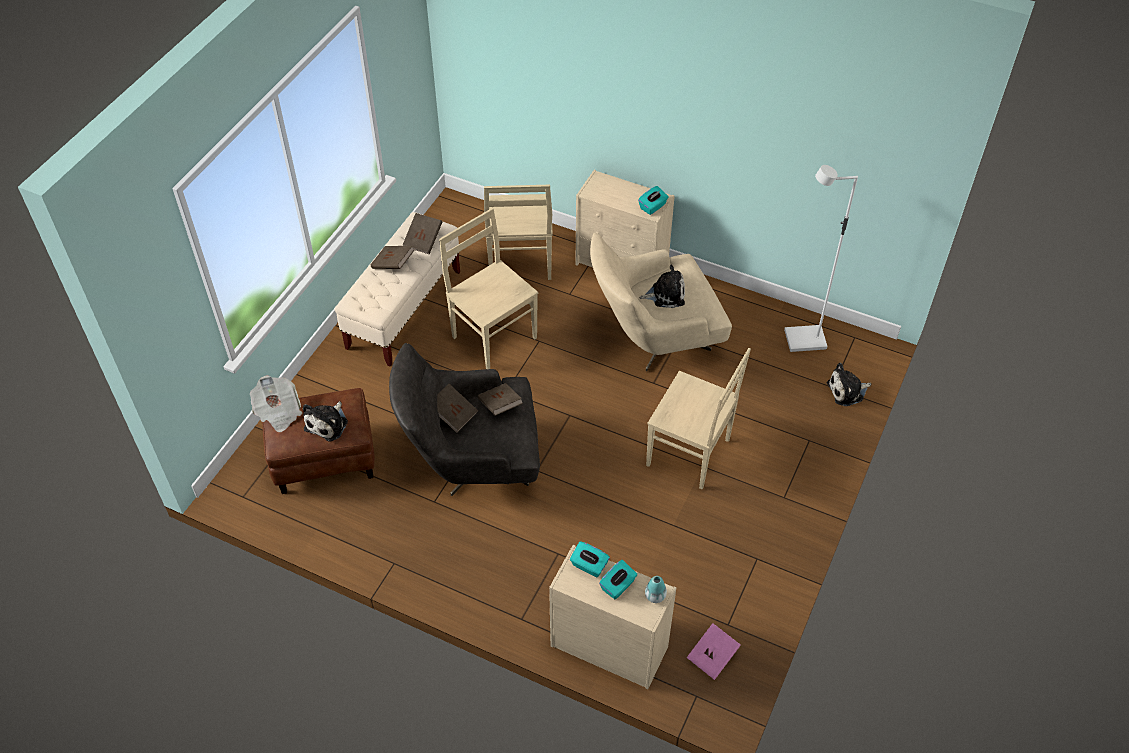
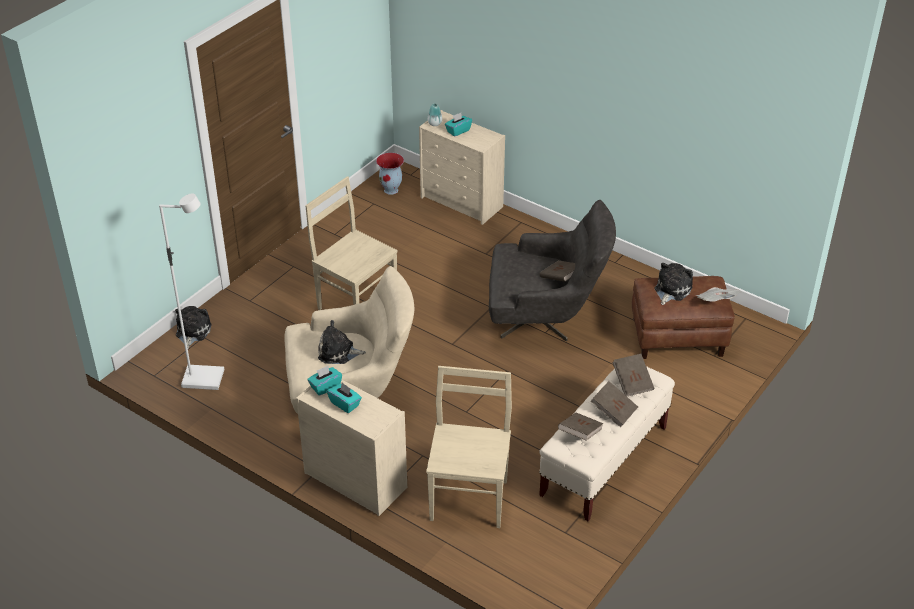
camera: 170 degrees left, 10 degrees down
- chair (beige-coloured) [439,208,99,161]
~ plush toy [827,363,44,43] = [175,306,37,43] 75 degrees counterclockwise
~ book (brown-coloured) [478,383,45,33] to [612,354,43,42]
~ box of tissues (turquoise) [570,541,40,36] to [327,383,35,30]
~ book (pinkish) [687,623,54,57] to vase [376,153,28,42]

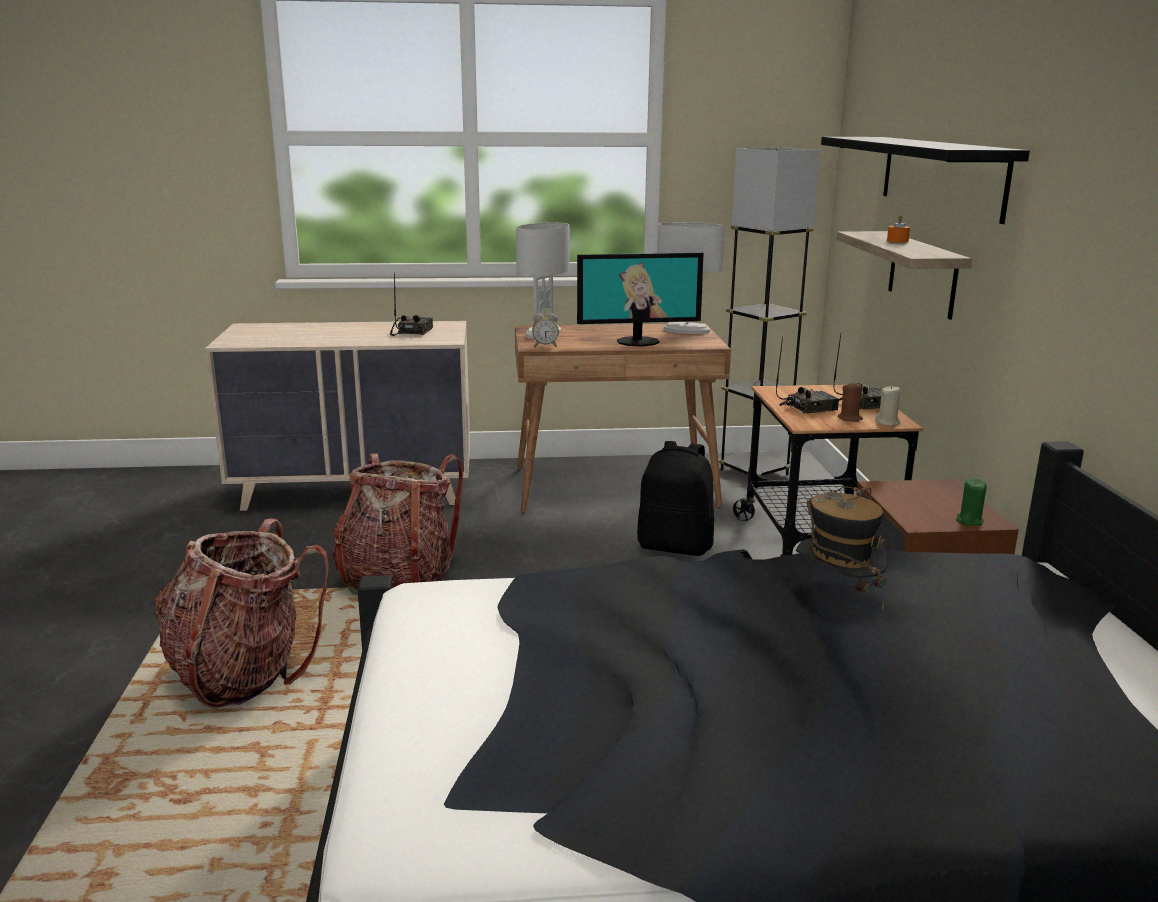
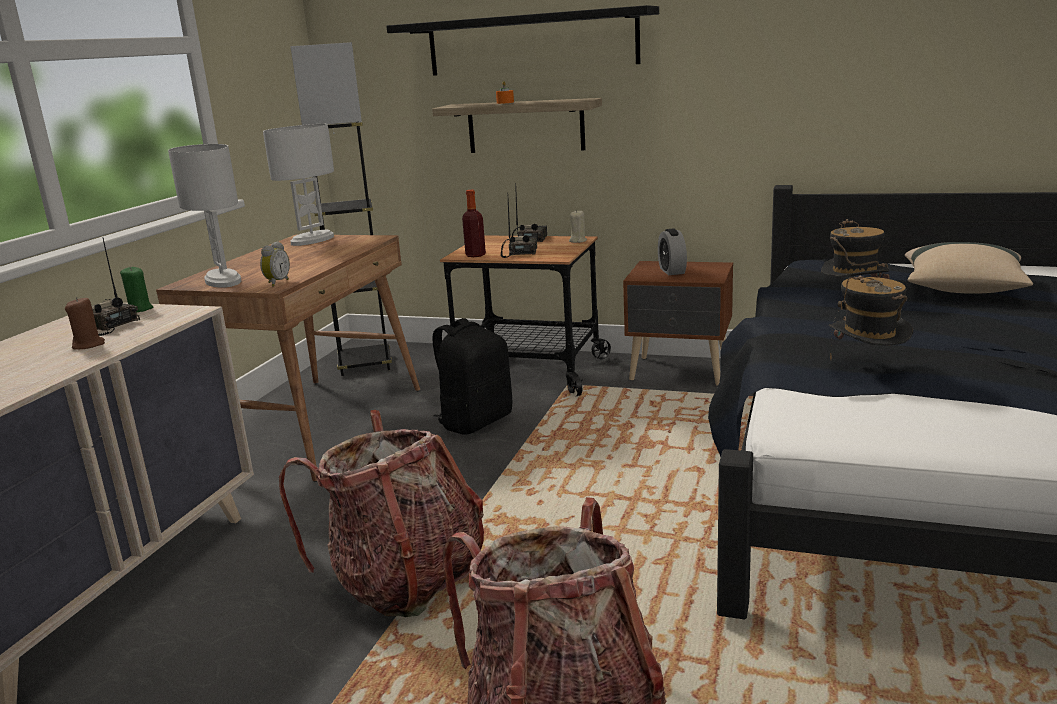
camera: 65 degrees left, 0 degrees up
- monitor [577,253,127,94]
~ wax candle (brown-coloured) [837,382,26,40] to [65,297,40,53]
~ wax candle (greenish) [956,478,31,48] to [120,266,34,47]
+ bottle [462,190,24,67]
+ alarm clock [658,228,29,47]
+ pillow (beige-coloured) [905,242,128,52]
+ hat [828,276,85,83]

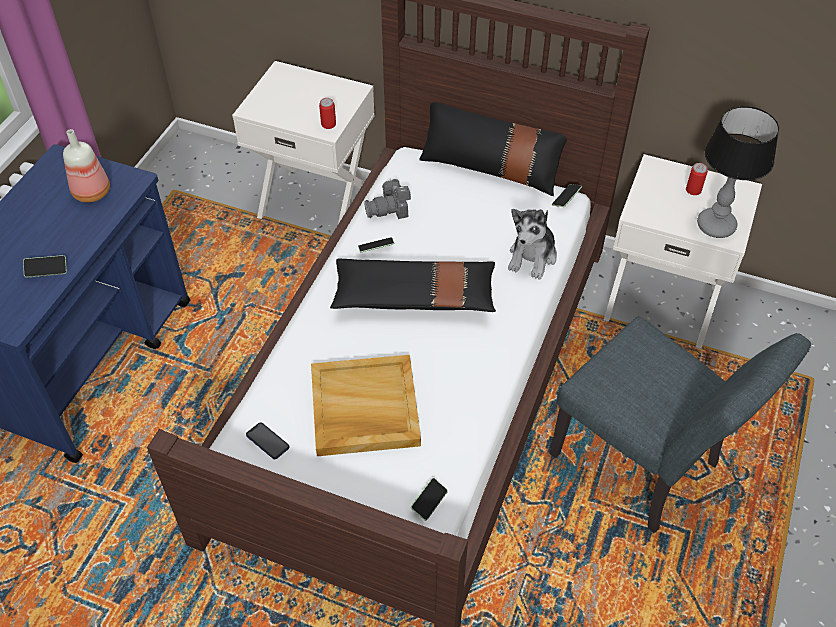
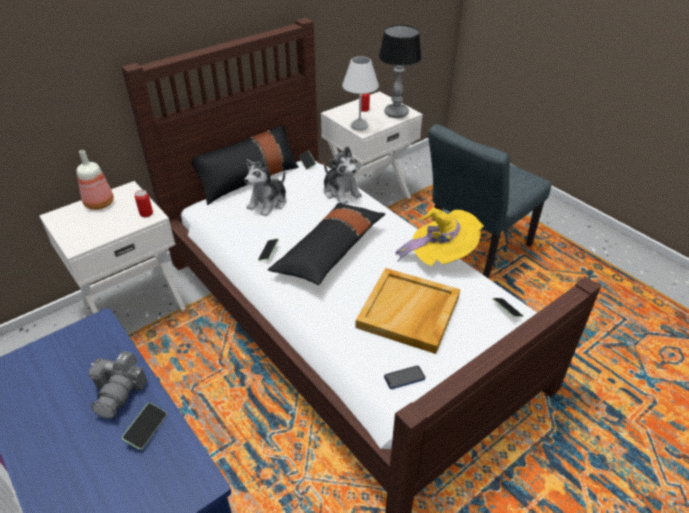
camera: 60 degrees left, 10 degrees down
~ bottle [63,129,47,74] to [77,150,37,60]
~ still camera [364,179,47,40] to [89,351,58,68]
~ chair (gray) [550,316,261,217] = [428,124,123,155] 150 degrees clockwise
+ table lamp (white-coloured) [342,56,37,75]
+ plush toy [245,158,41,58]
+ hat (yellowish) [395,208,89,58]

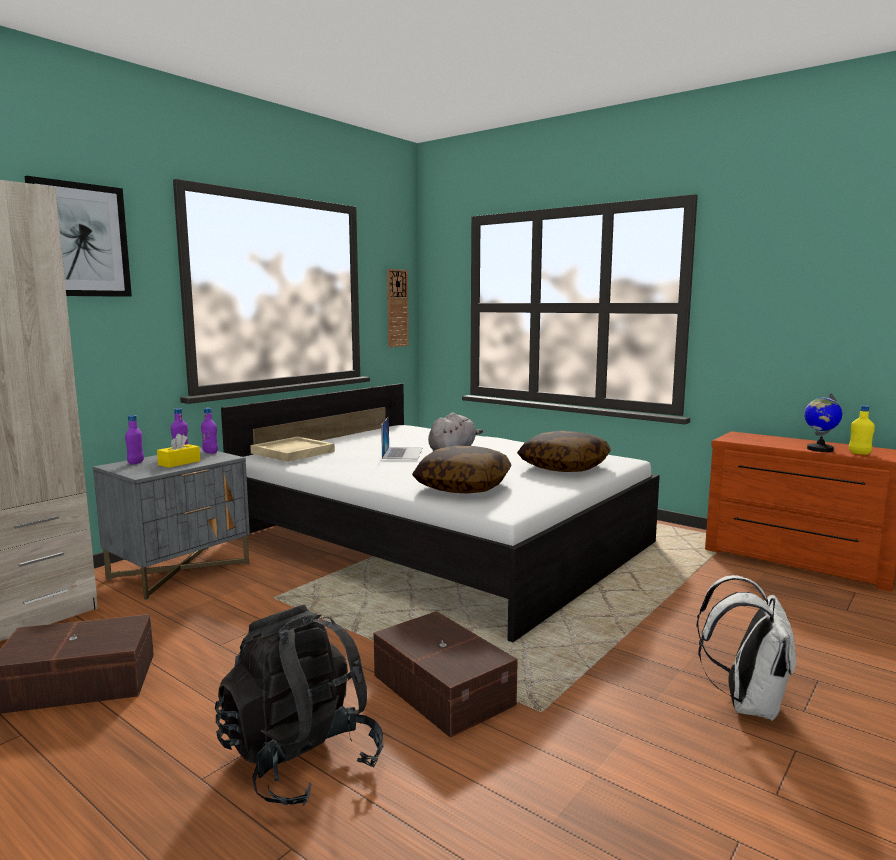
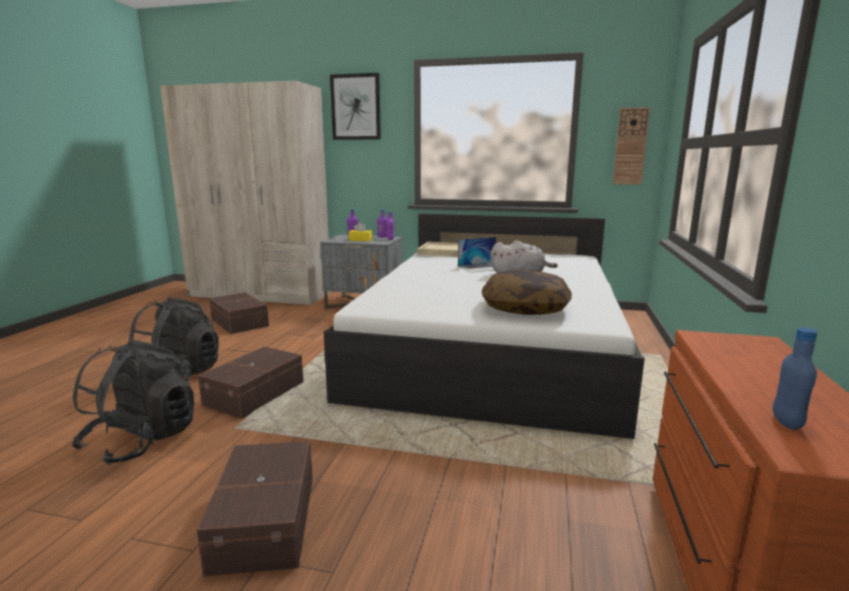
camera: 65 degrees right, 5 degrees up
- desk globe [804,393,38,59]
~ bottle (yellowish) [849,405,26,50] to bottle (blue-coloured) [773,327,44,103]
- pillow [412,446,100,47]
~ backpack (white-coloured) [696,575,100,146] to storage box (brown-coloured) [197,441,116,136]
+ backpack (blackish) [72,339,123,126]

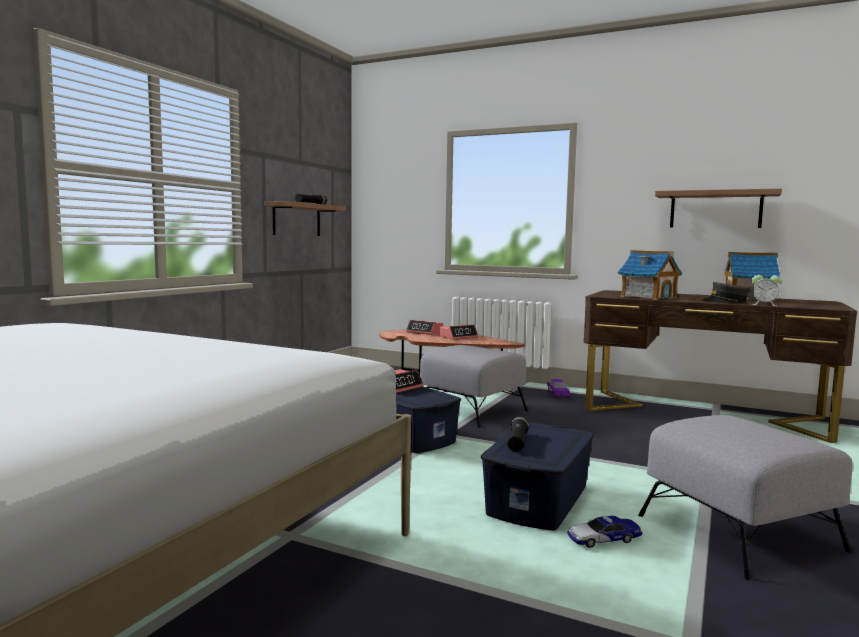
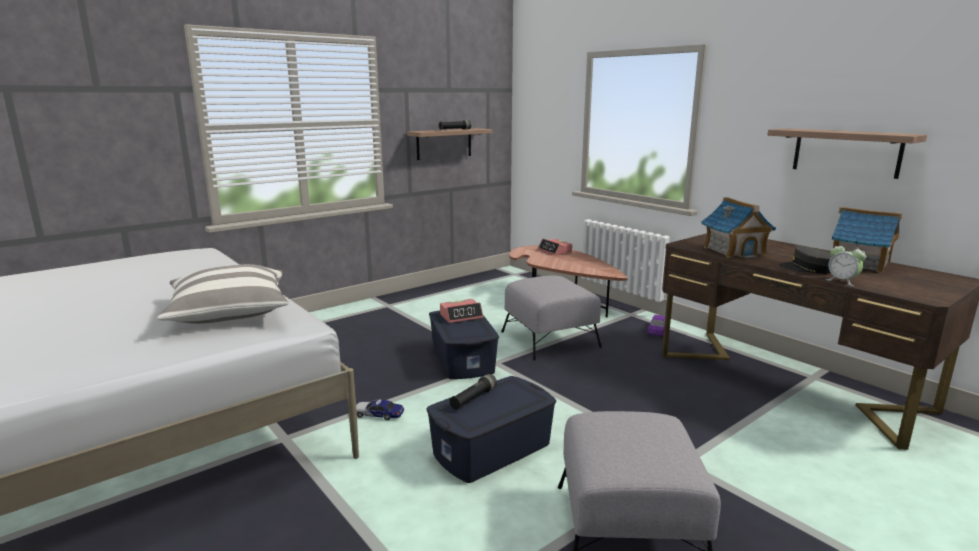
camera: 25 degrees right, 10 degrees up
- alarm clock [440,325,38,15]
~ model car [567,516,75,32] to [356,399,48,21]
+ pillow [157,264,132,60]

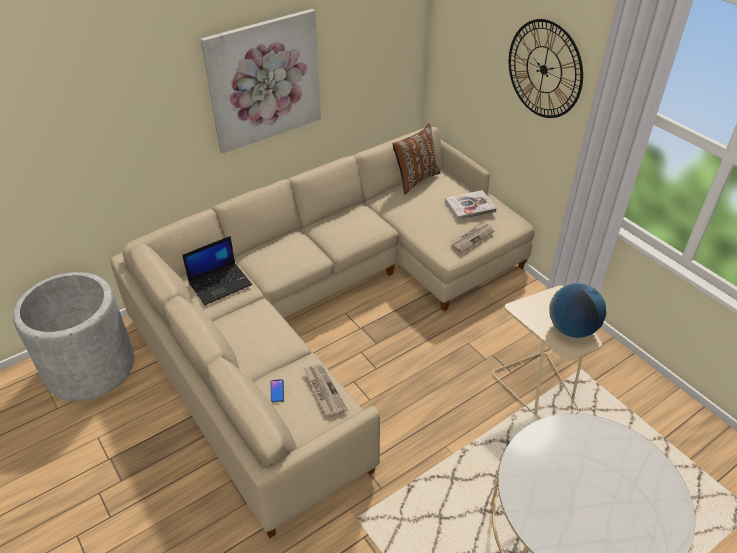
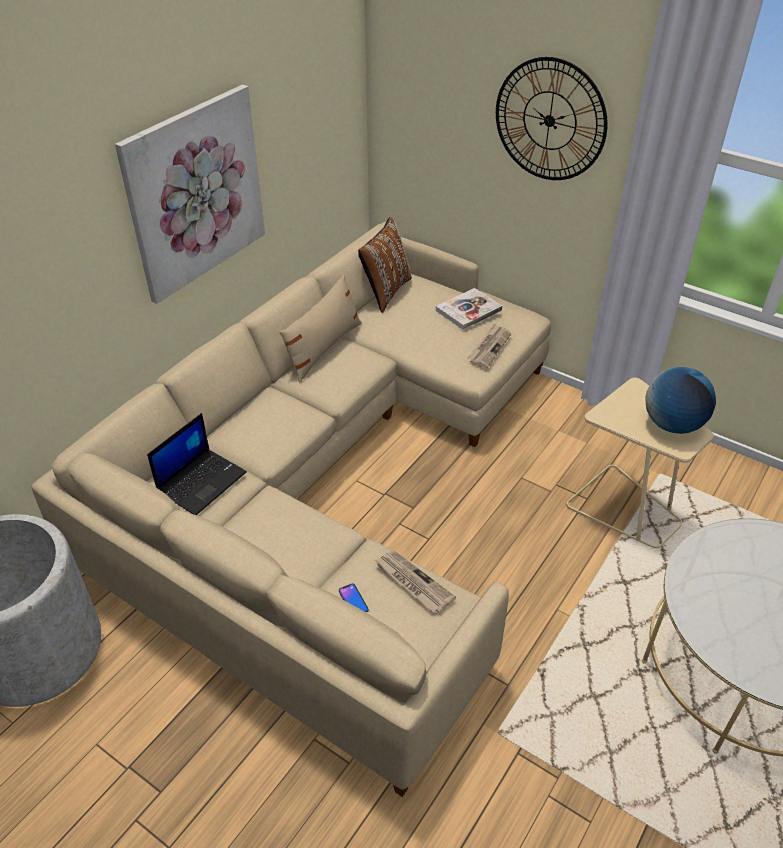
camera: 20 degrees left, 0 degrees up
+ pillow (beige-coloured) [279,275,83,108]

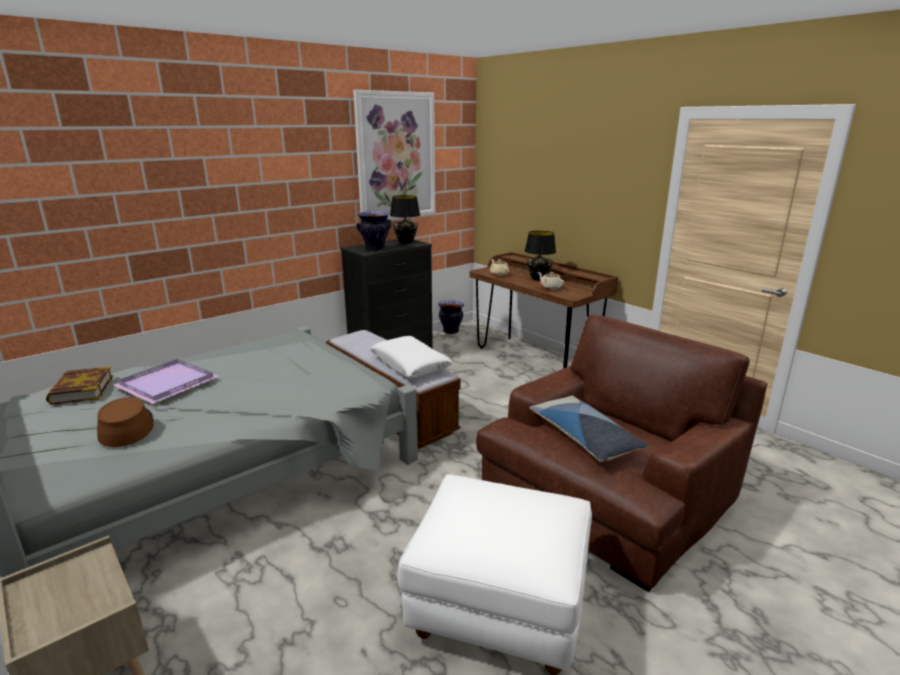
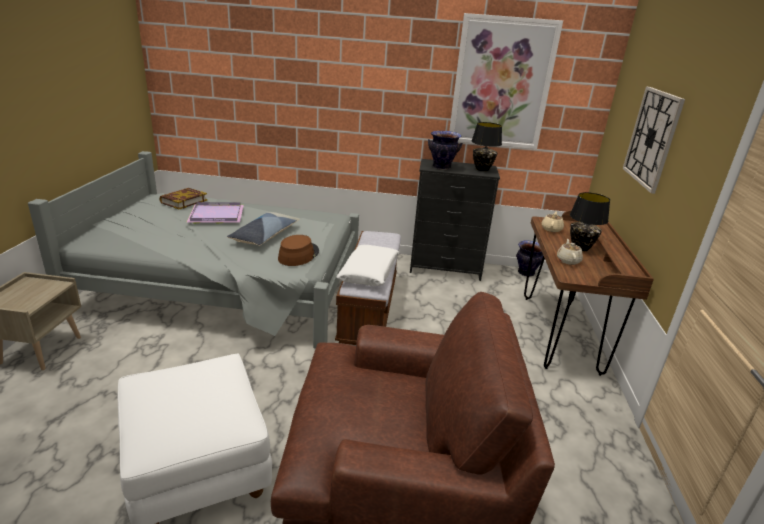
camera: 45 degrees right, 5 degrees up
~ pillow [529,395,120,67] to [227,212,72,34]
~ hat (brown-coloured) [97,397,57,50] to [278,235,41,31]
+ clock on the wall [623,87,62,107]

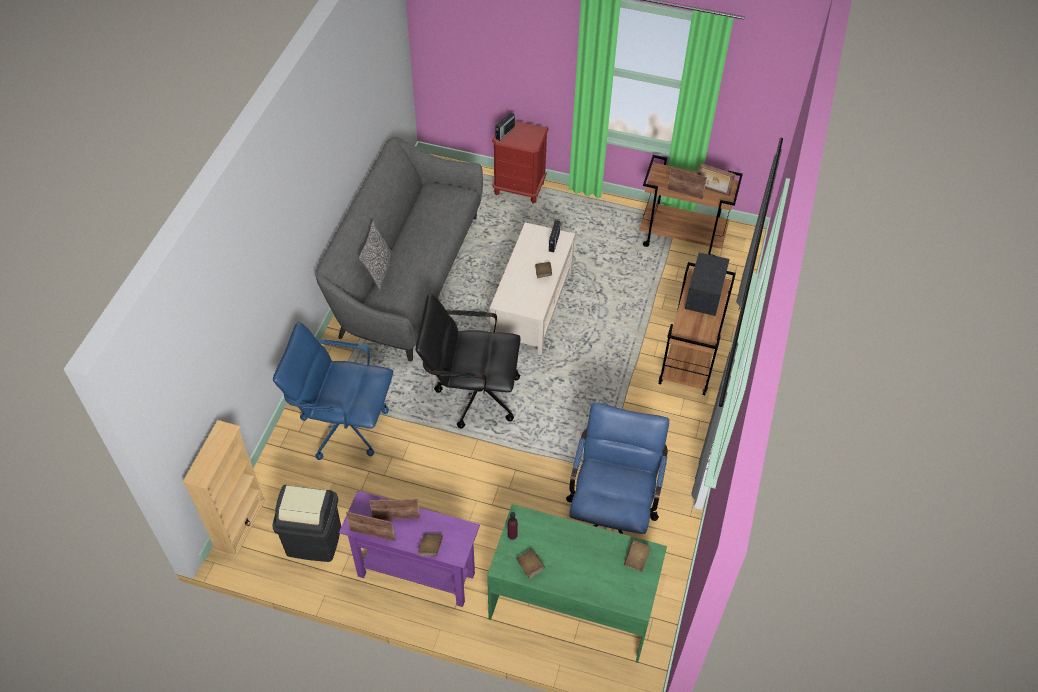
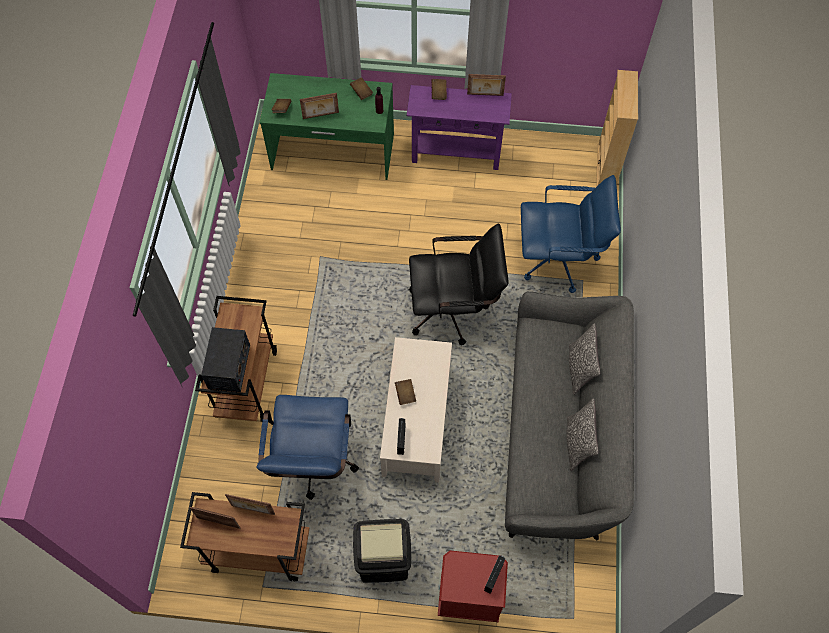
camera: 170 degrees right, 10 degrees up
~ computer chair (blue-coloured) [566,403,103,131] to [256,395,103,105]
~ rubbish bin (blackish) [272,485,69,77] to [353,519,58,64]
~ standing frame [370,499,50,20] to [300,93,39,26]
+ pillow [566,399,32,72]

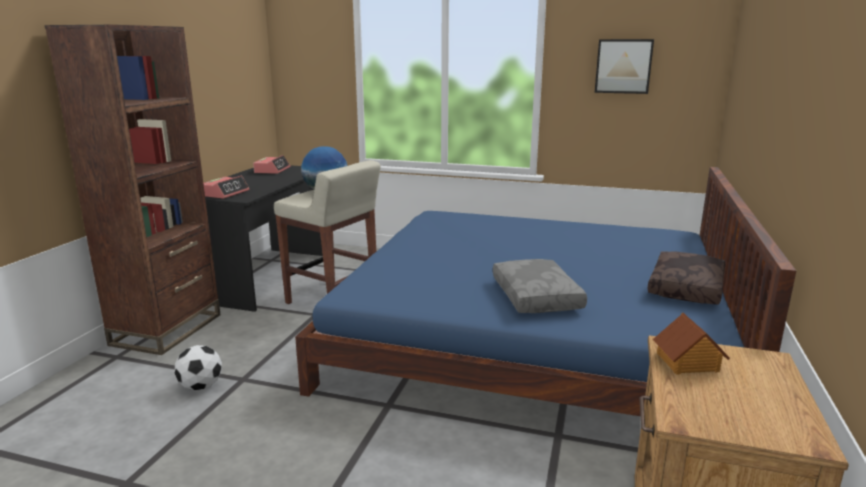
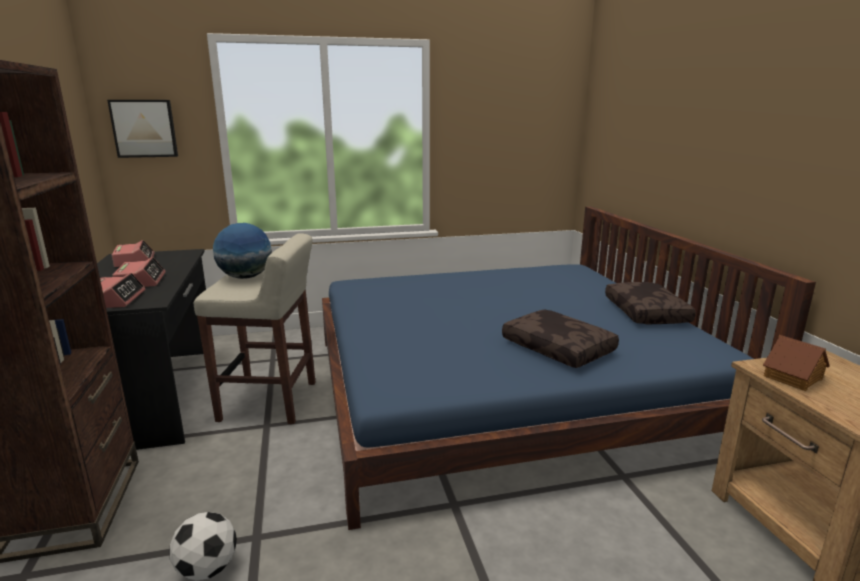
camera: 30 degrees left, 0 degrees up
~ picture [595,39,59,55] to [107,100,71,58]
~ pillow (gray) [493,259,94,54] to pillow (brown-coloured) [502,309,117,59]
+ alarm clock [112,257,54,30]

